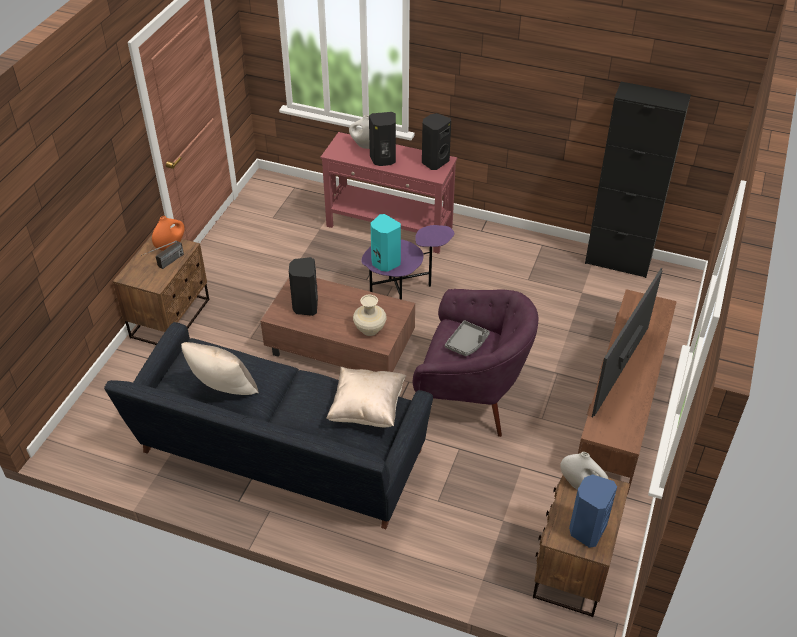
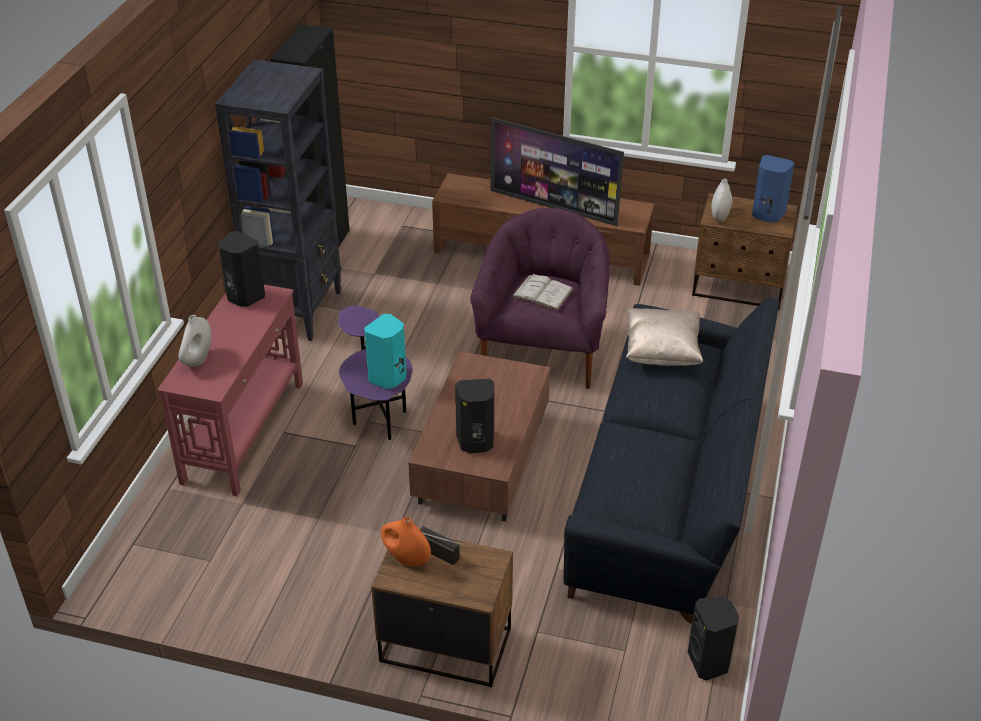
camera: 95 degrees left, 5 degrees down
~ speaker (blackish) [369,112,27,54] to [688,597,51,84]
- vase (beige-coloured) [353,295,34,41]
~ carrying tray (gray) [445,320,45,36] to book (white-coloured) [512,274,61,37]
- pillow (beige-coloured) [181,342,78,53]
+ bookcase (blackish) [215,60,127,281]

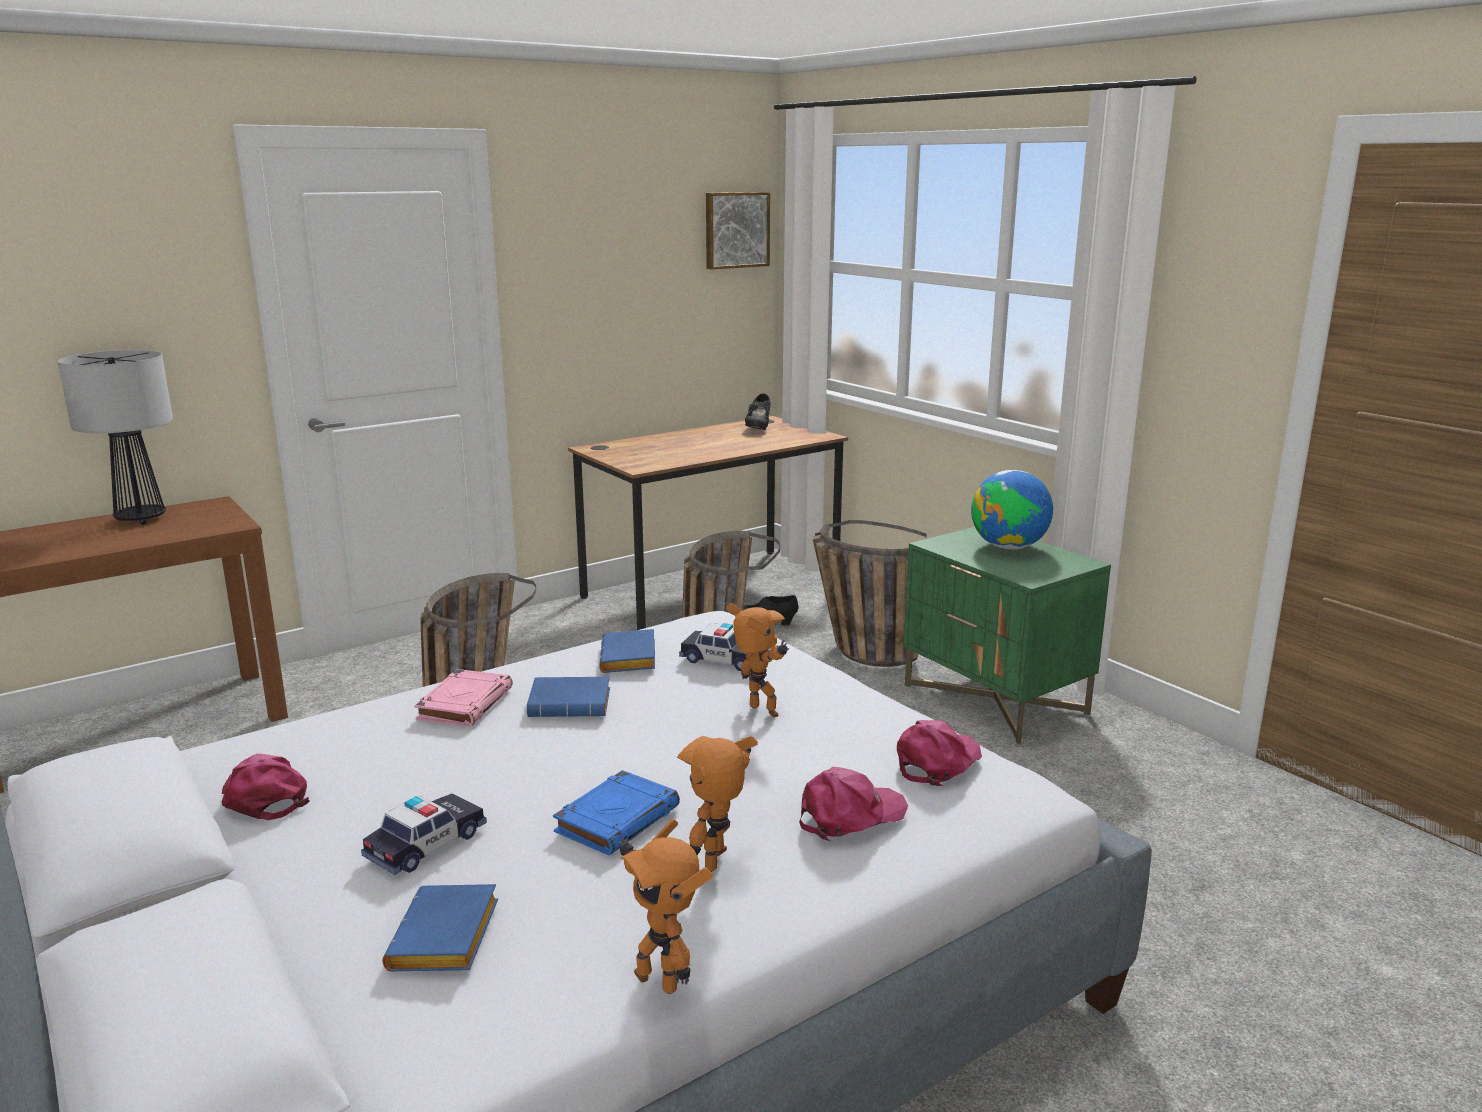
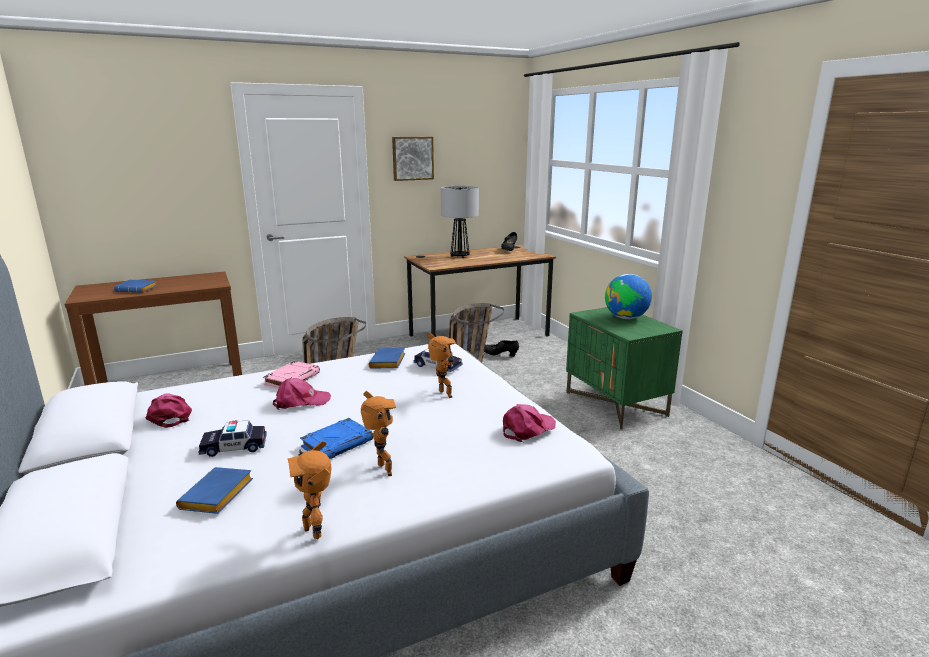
camera: 10 degrees right, 0 degrees up
~ picture [706,192,64,78] to [392,137,42,44]
~ table lamp [58,350,115,175] to [441,186,38,72]
- household basket [813,520,114,147]
~ book (blue-coloured) [527,677,83,40] to [114,280,43,13]
~ model robot [677,736,81,136] = [361,391,35,85] 120 degrees clockwise
~ cap (pinkish) [799,767,109,74] to [273,378,58,32]
~ model car [361,794,126,81] = [198,420,69,37] 150 degrees counterclockwise

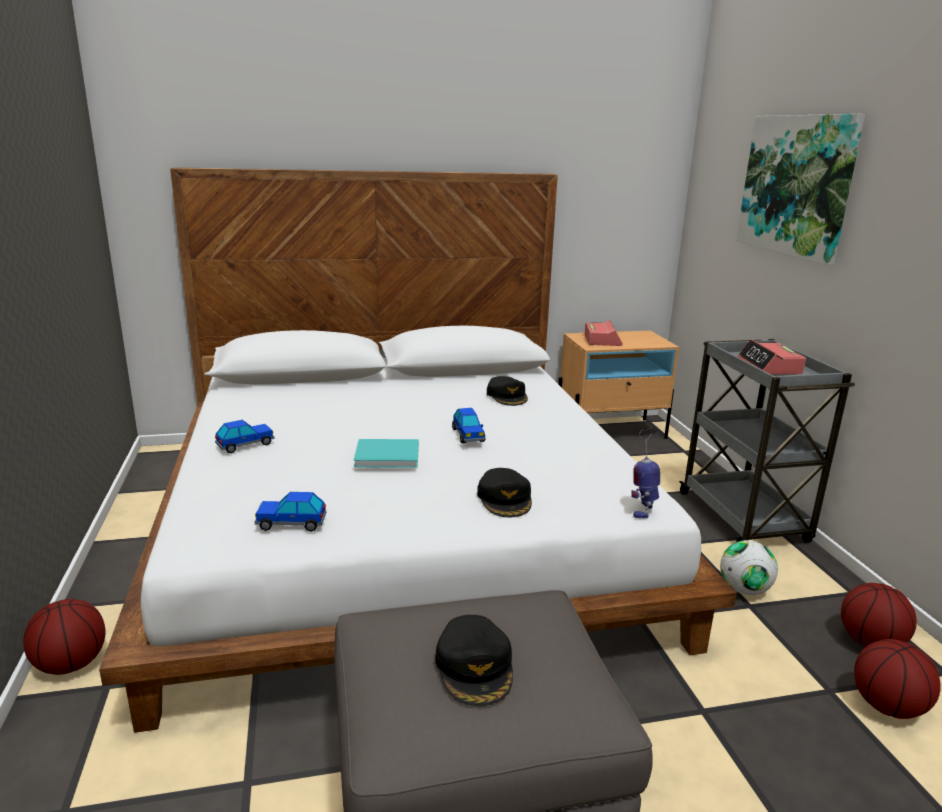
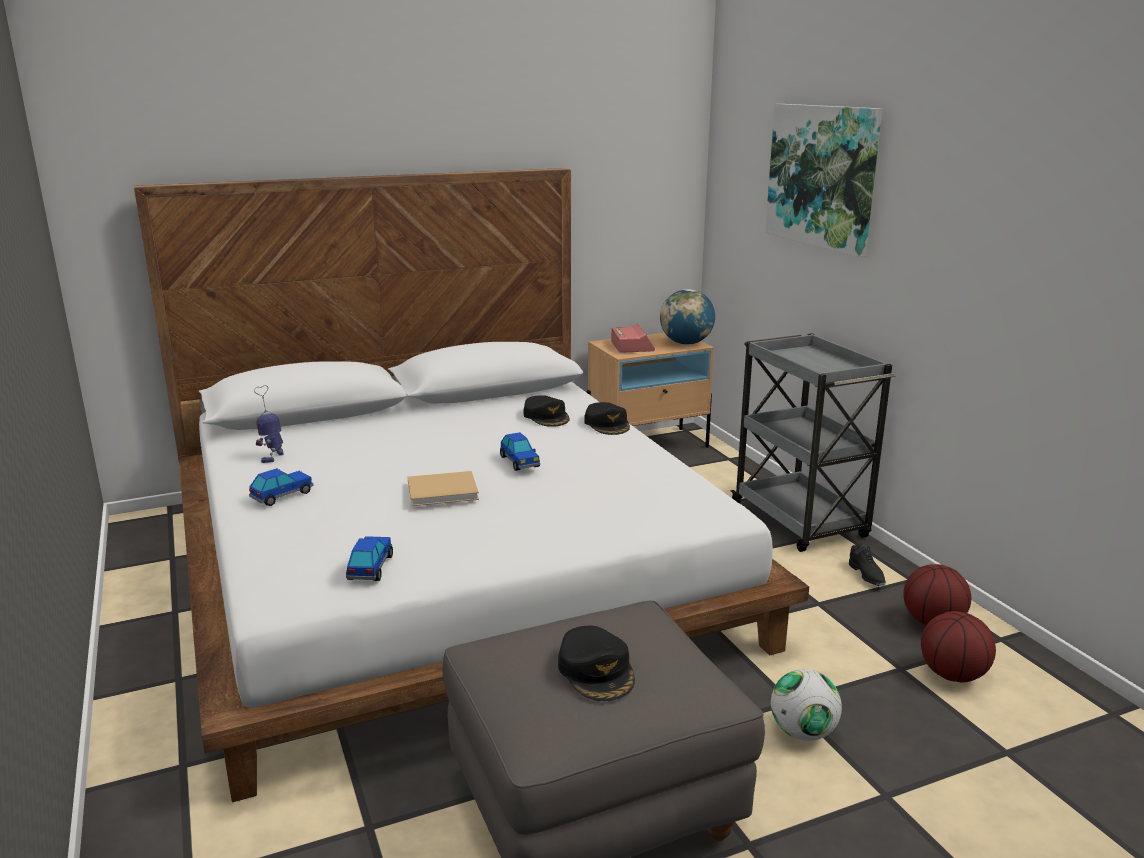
camera: 10 degrees left, 0 degrees up
- alarm clock [737,339,69,36]
~ model robot [631,428,29,90] to [254,385,30,78]
~ book (turquoise) [354,439,65,29] to book (beige-coloured) [408,471,71,35]
~ cap (blackish) [477,468,55,49] to [584,402,46,33]
~ model car [255,492,71,40] = [346,536,47,45] 105 degrees clockwise
~ football ball [720,540,58,55] to [771,669,71,72]
- basketball [23,599,83,76]
+ desk globe [660,289,55,56]
+ shoe (blackish) [849,543,37,43]

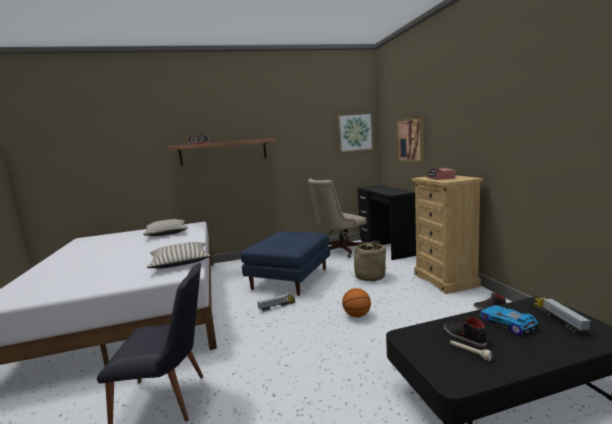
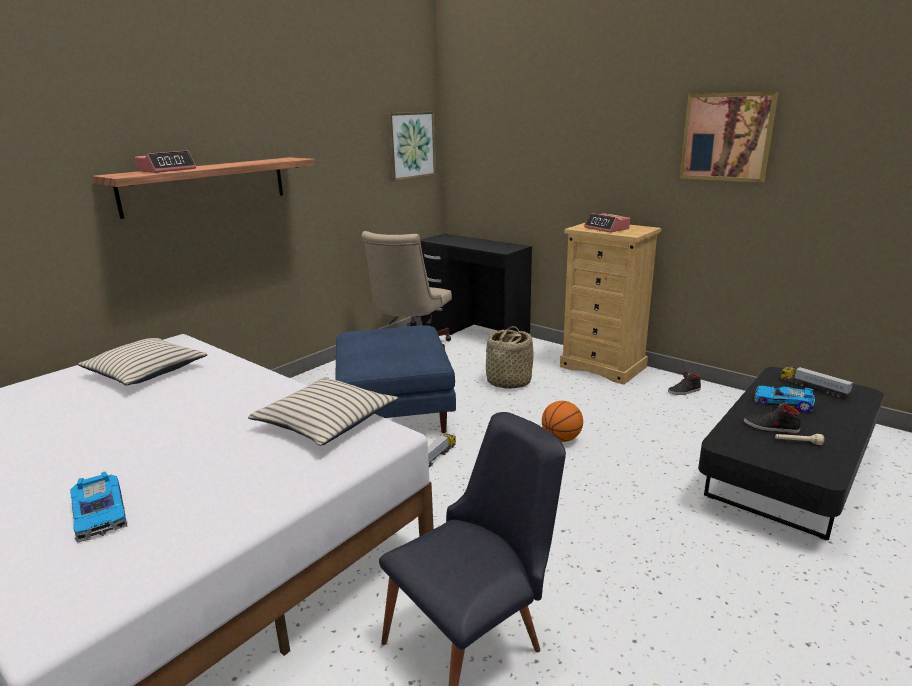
camera: 35 degrees left, 10 degrees up
~ picture [397,116,27,46] to [679,91,100,92]
+ model car [70,471,57,72]

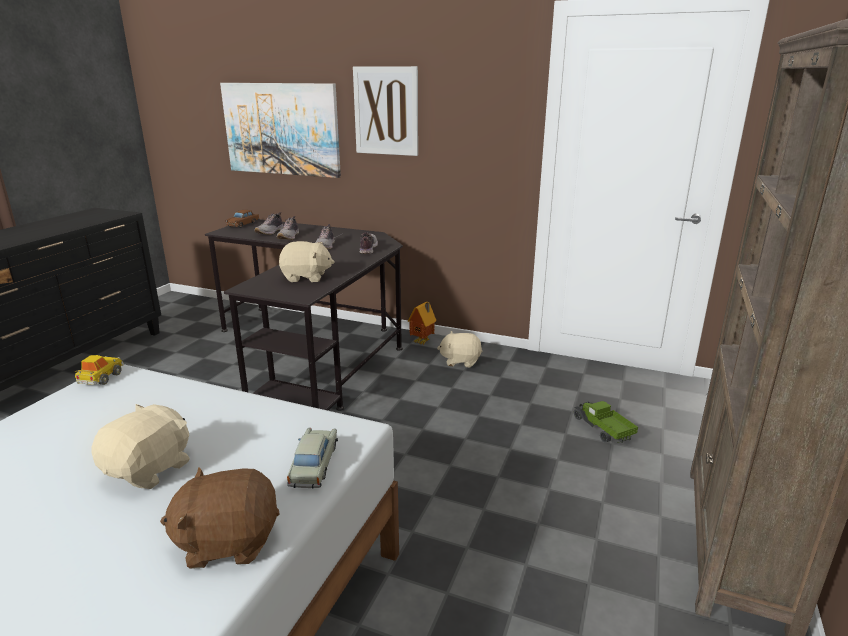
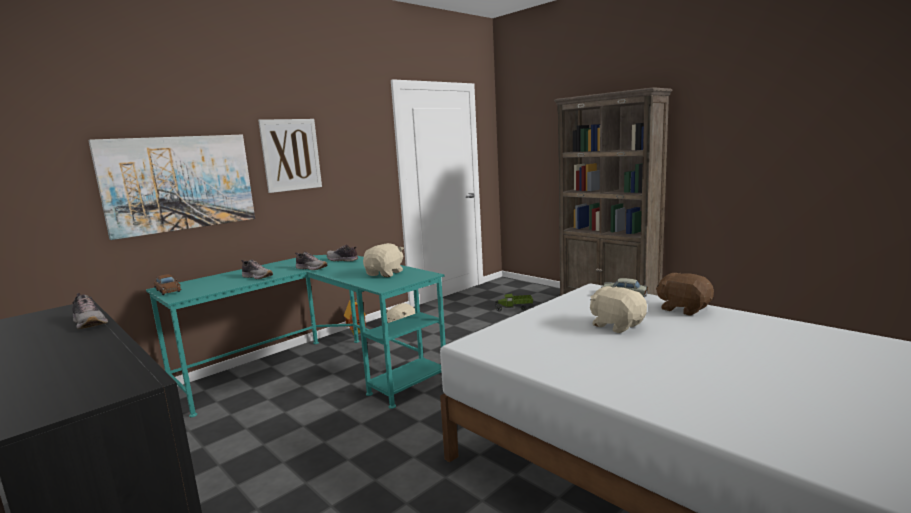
camera: 65 degrees left, 10 degrees down
~ shoe [254,212,29,23] to [72,293,36,36]
~ desk unit (blackish) [205,219,198,192] to desk unit (turquoise) [146,255,300,162]
- model car [75,355,49,30]
~ plush toy (brown-coloured) [160,467,120,102] = [656,273,58,43] 120 degrees clockwise

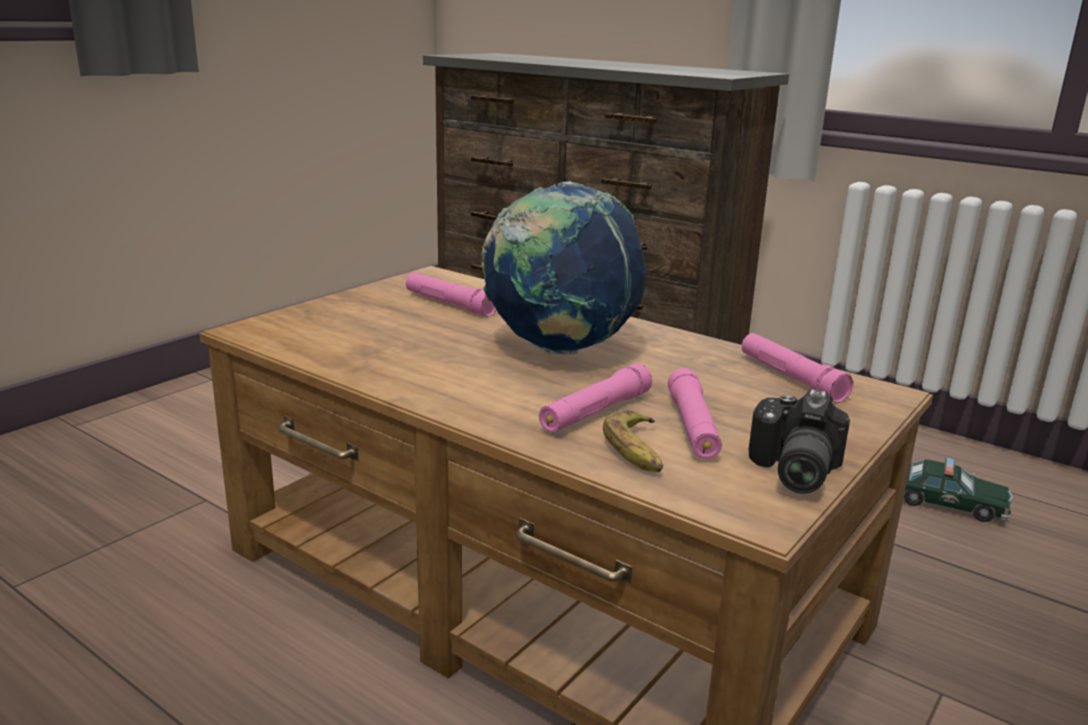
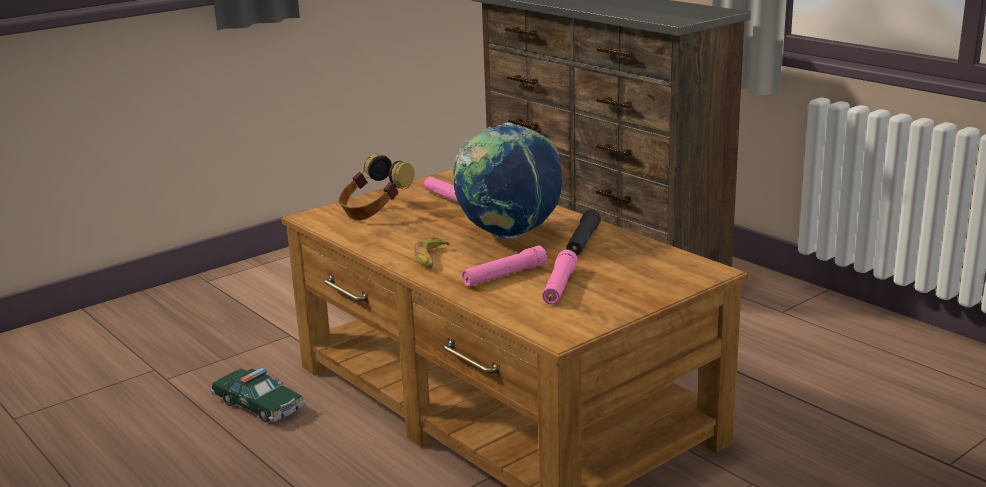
camera: 15 degrees right, 0 degrees up
- hand torch (pinkish) [742,333,111,70]
- still camera [748,389,102,105]
~ whole banana [603,410,60,62] to [414,237,36,31]
~ model car [904,458,109,64] to [211,368,94,54]
+ headset [339,154,76,66]
+ hand torch (blackish) [566,209,35,46]

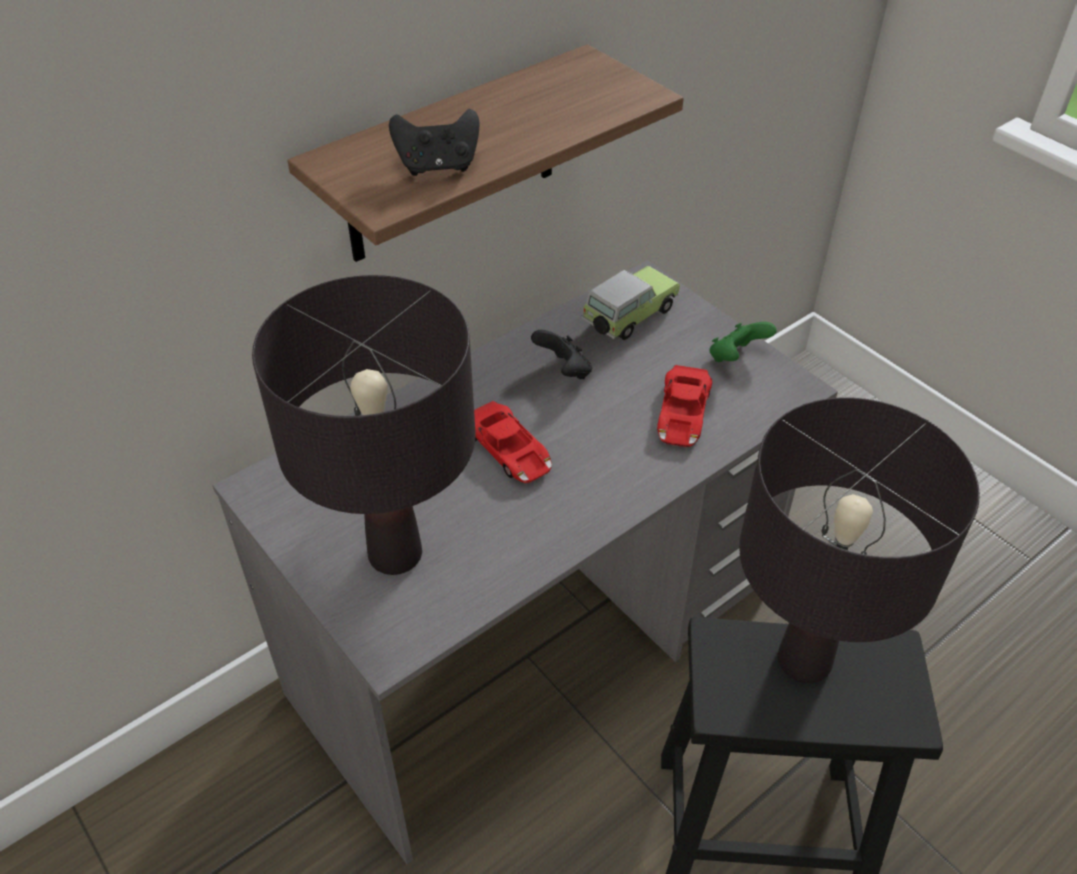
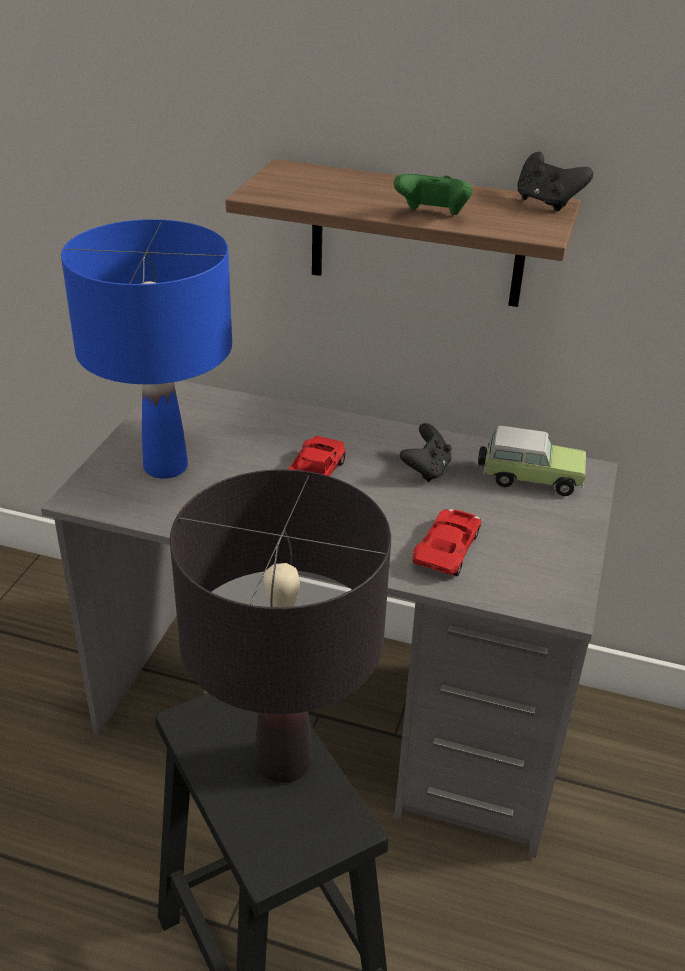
camera: 55 degrees right, 10 degrees down
~ joypad (blackish) [389,109,91,67] to [517,152,76,59]
~ table lamp (blackish) [252,275,224,300] to table lamp (blue-coloured) [61,219,171,260]
~ joypad (greenish) [710,322,67,40] to [394,174,78,41]
~ model car (red-coloured) [657,365,55,82] = [413,509,68,67] 135 degrees clockwise

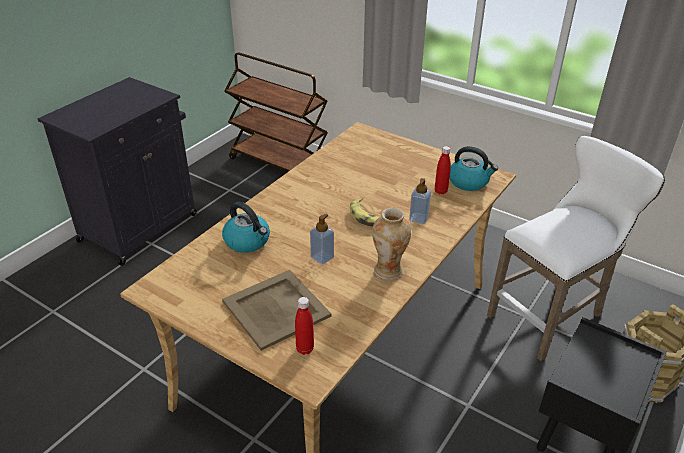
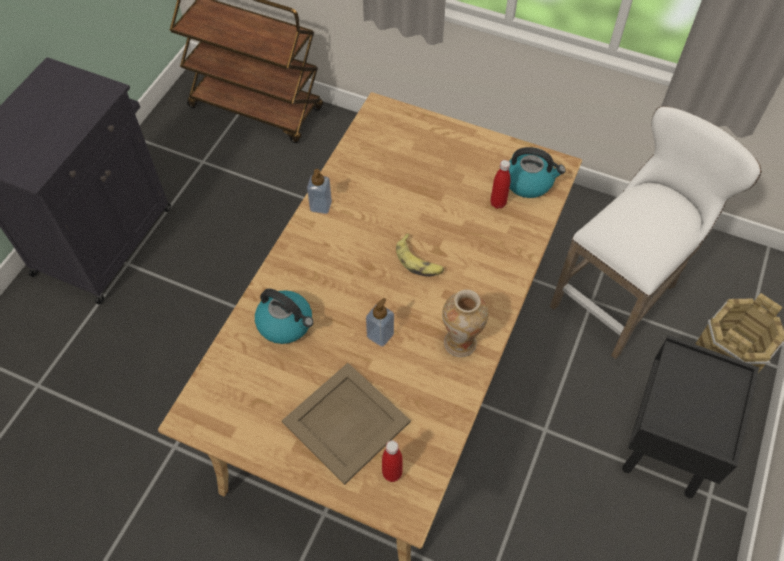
camera: 10 degrees left, 20 degrees up
~ liquid soap bottle [409,178,22,46] to [307,169,25,45]

